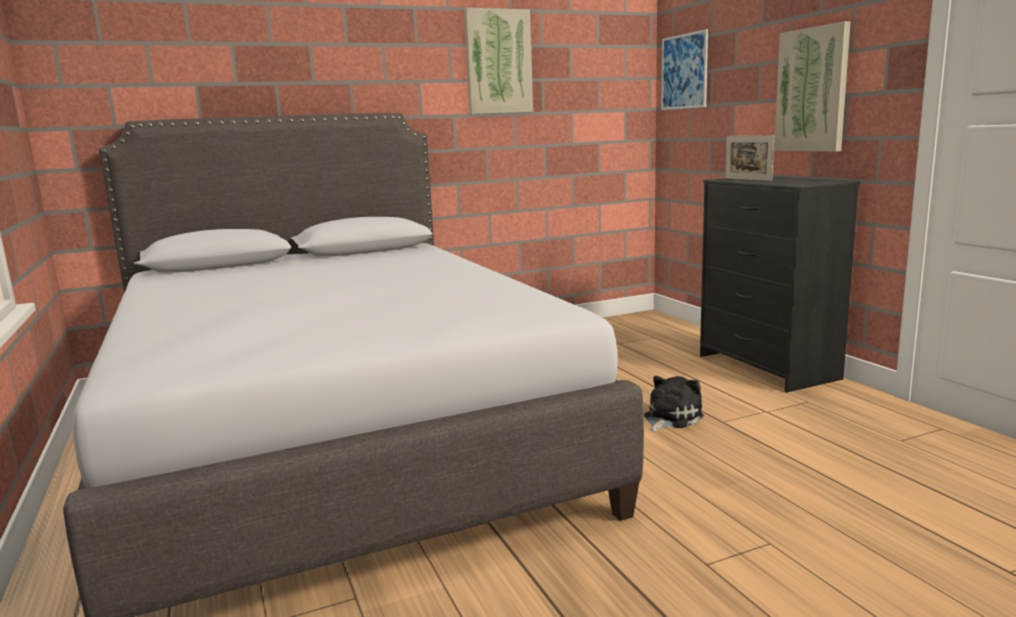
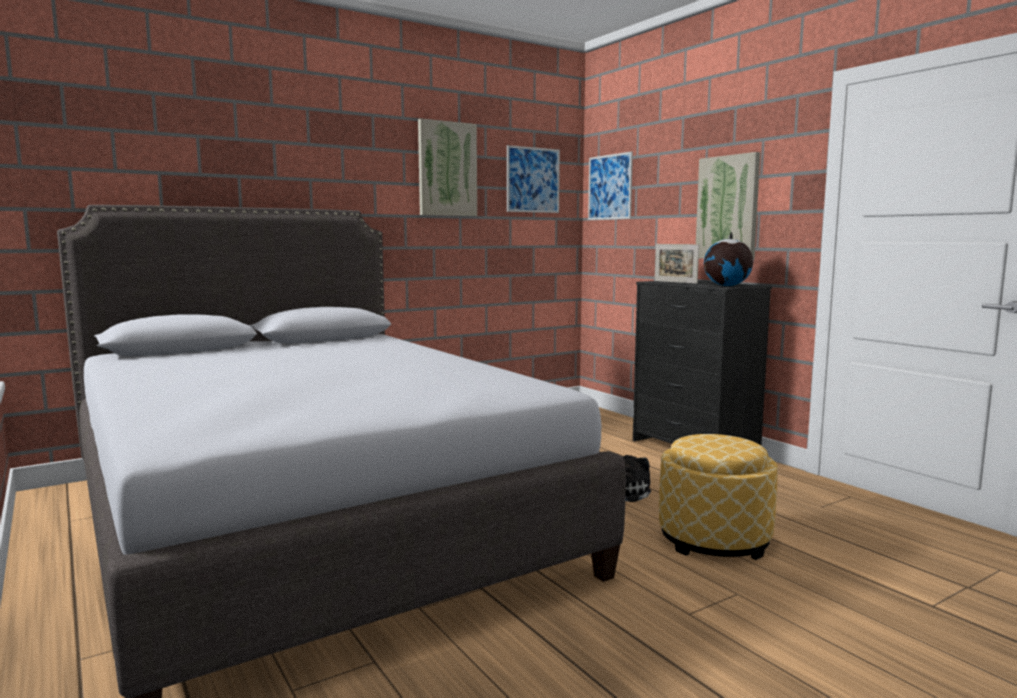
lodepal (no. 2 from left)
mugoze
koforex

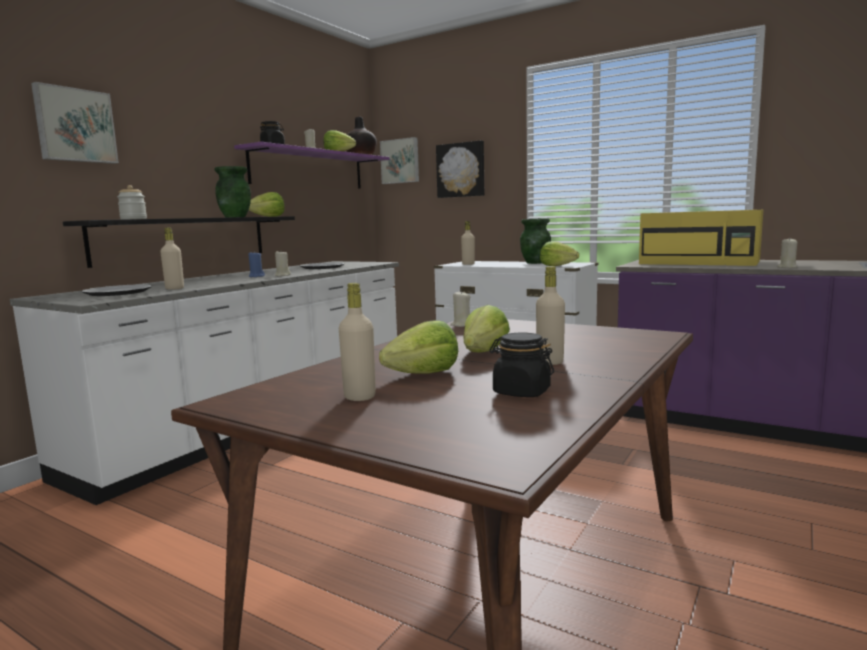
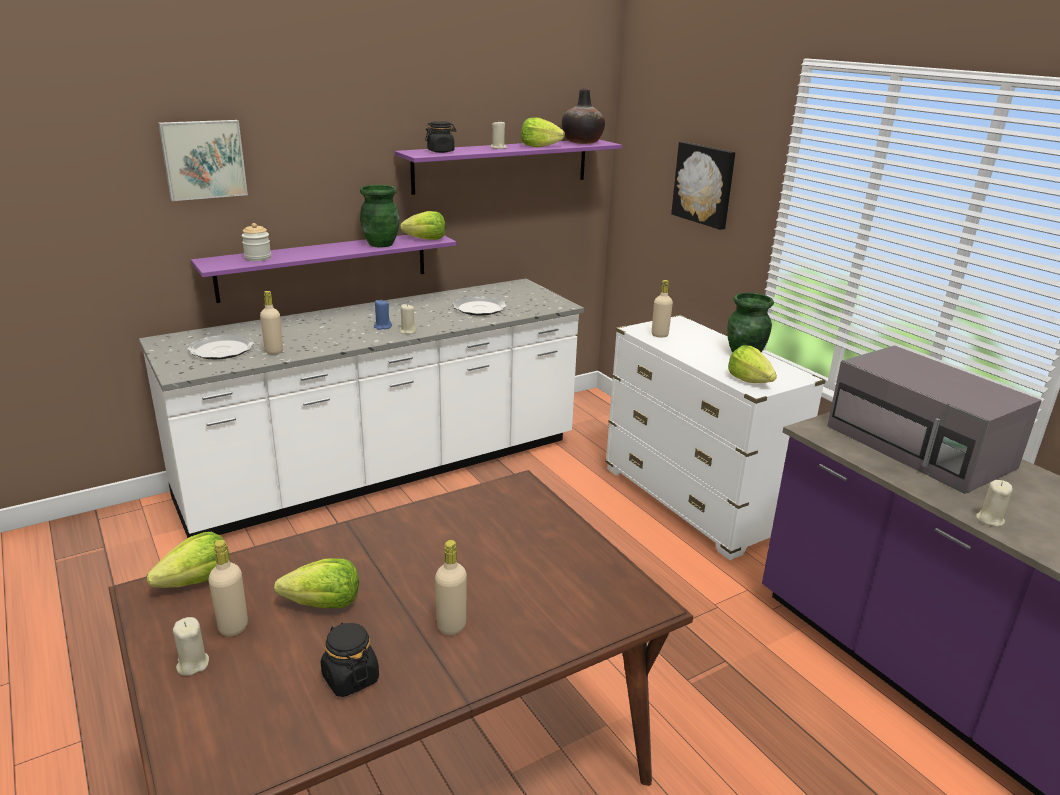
lodepal (no. 2 from left in the first image)
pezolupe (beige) (no. 1 from left)
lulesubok (no. 1 from left)
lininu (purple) (no. 1 from left)
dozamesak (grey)

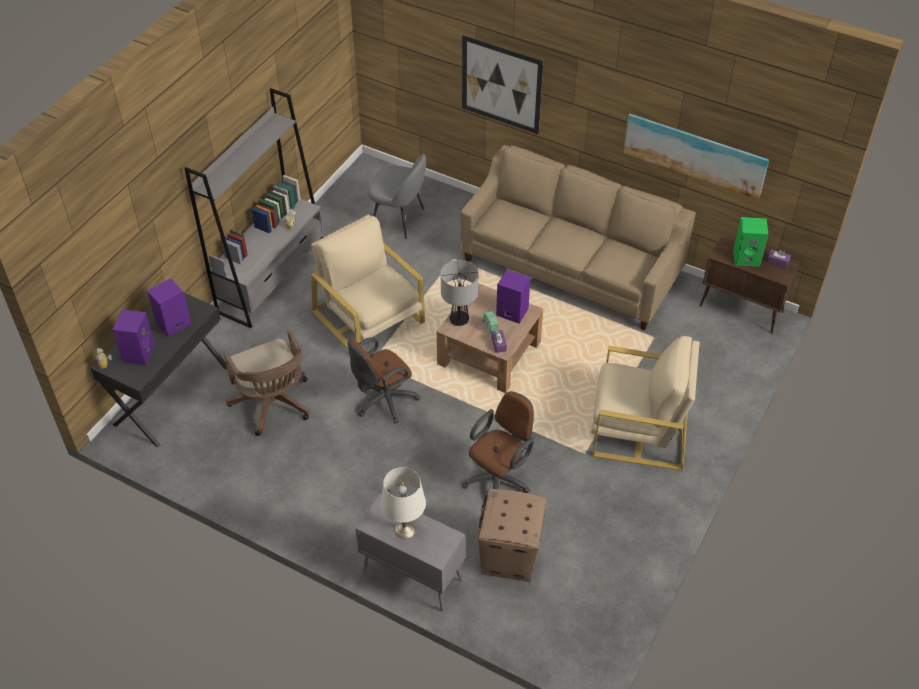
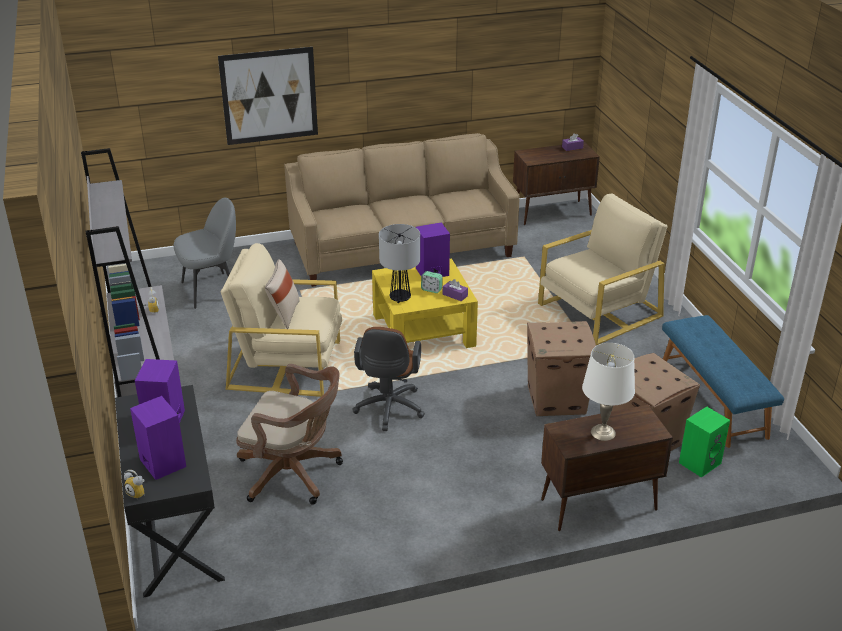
lodepal (no. 2 from left in the first image)
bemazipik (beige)
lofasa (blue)
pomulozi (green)
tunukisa (no. 1 from left)
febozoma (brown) (no. 2 from left)
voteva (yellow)

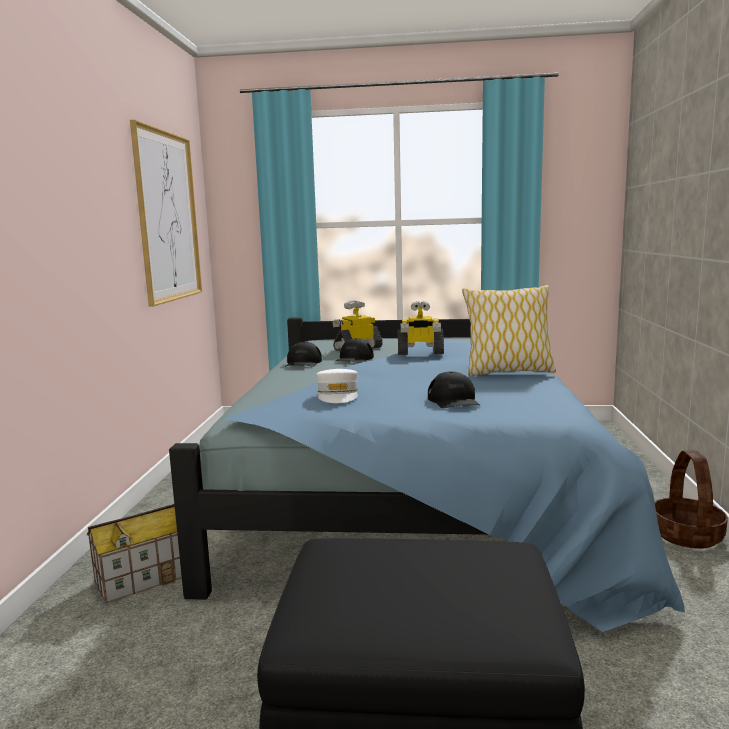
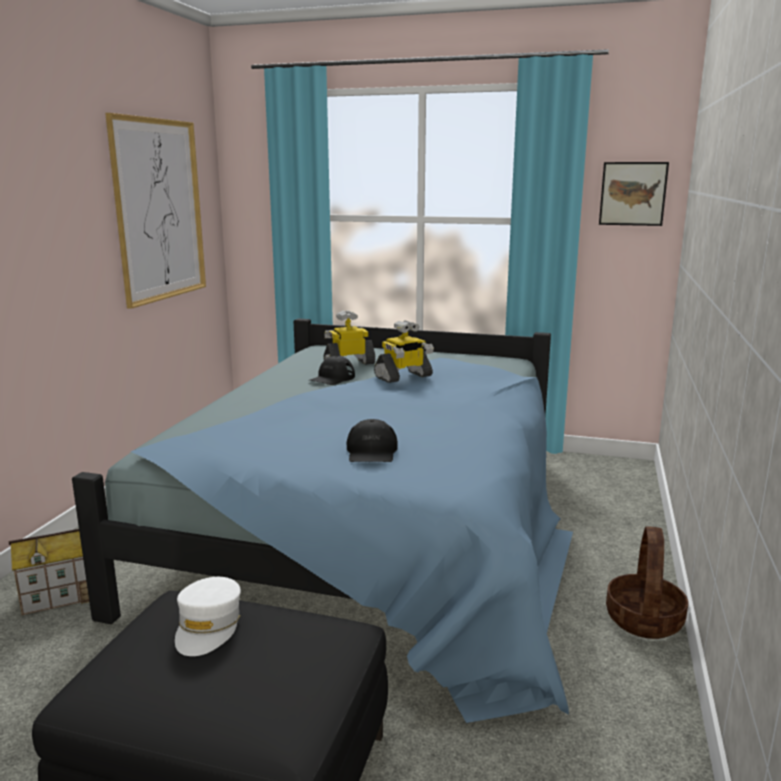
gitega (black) (no. 1 from left in the first image)
bemazipik
lodepal (no. 2 from left)
gitega (white)
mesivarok (no. 2 from left)

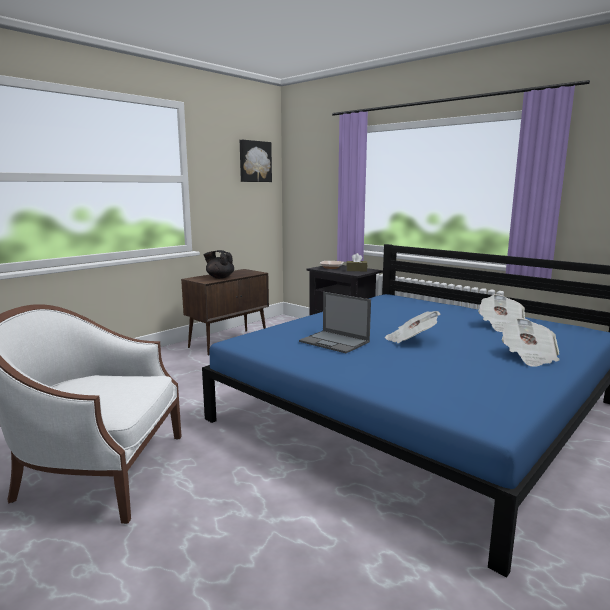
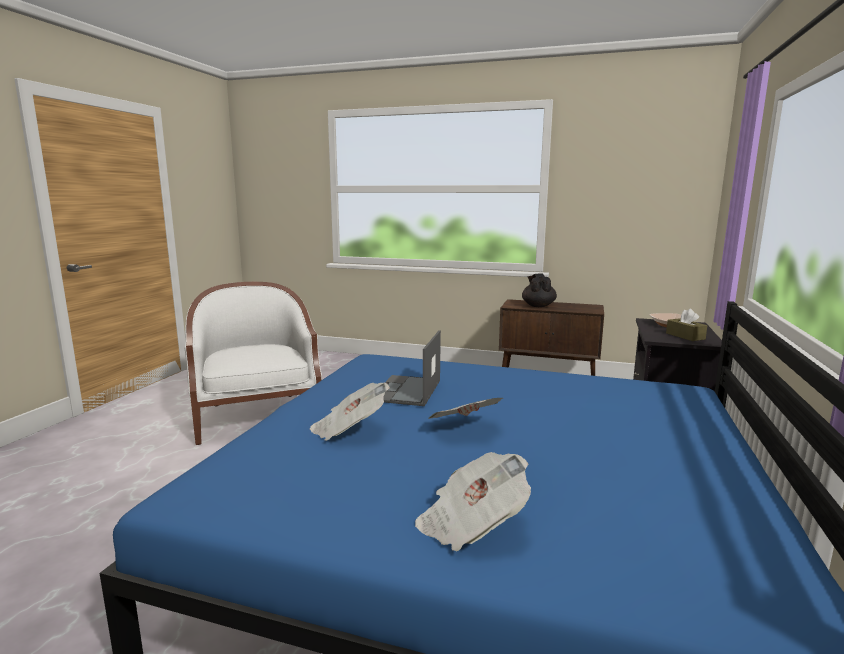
lodepal
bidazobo (no. 1 from left)

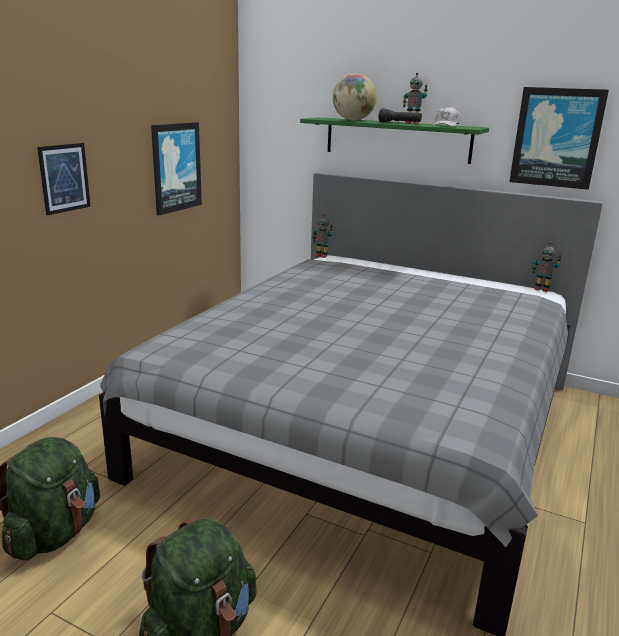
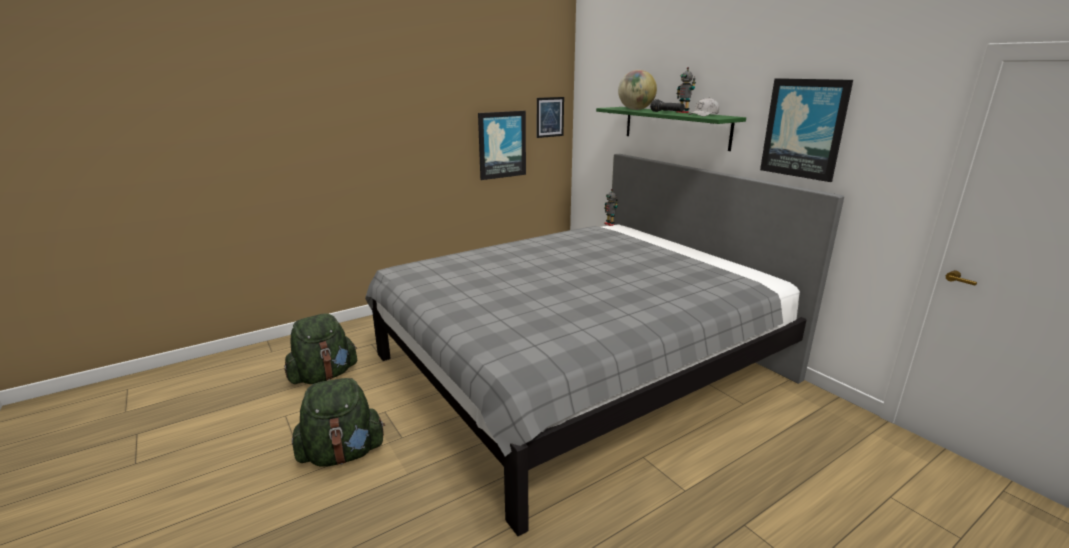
mesivarok (no. 3 from left in the first image)
lodepal (no. 2 from left)

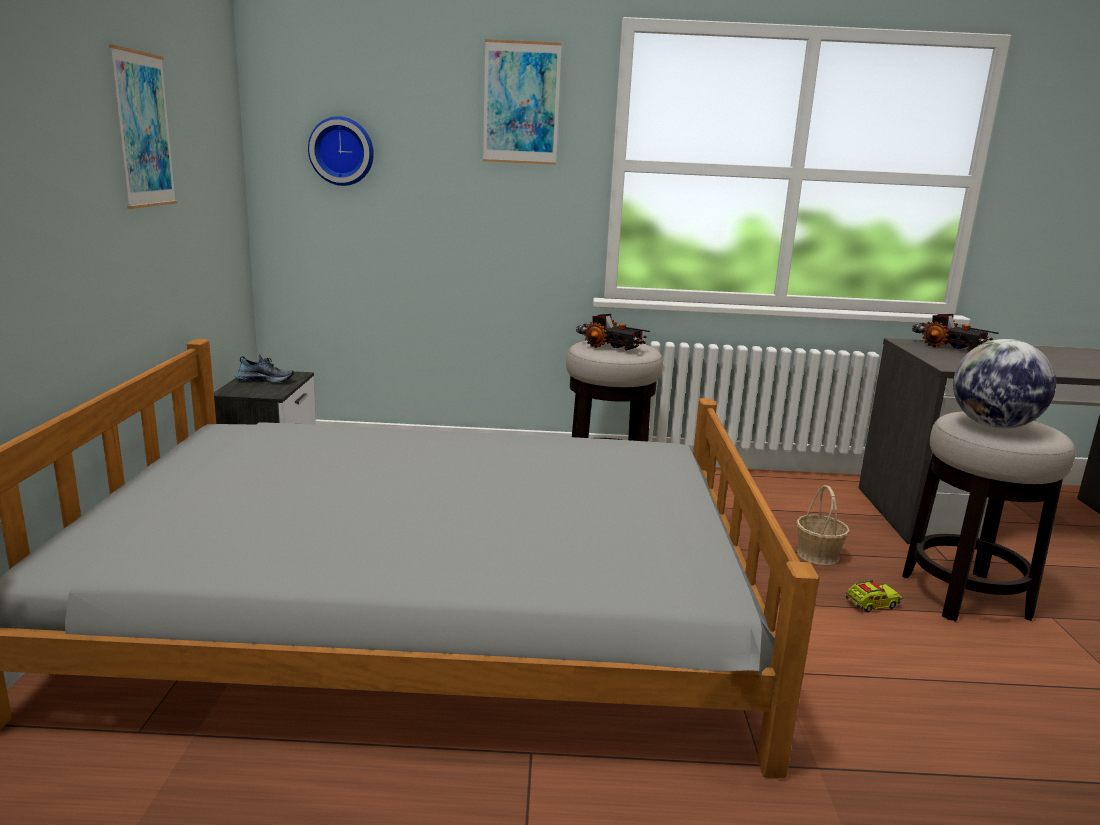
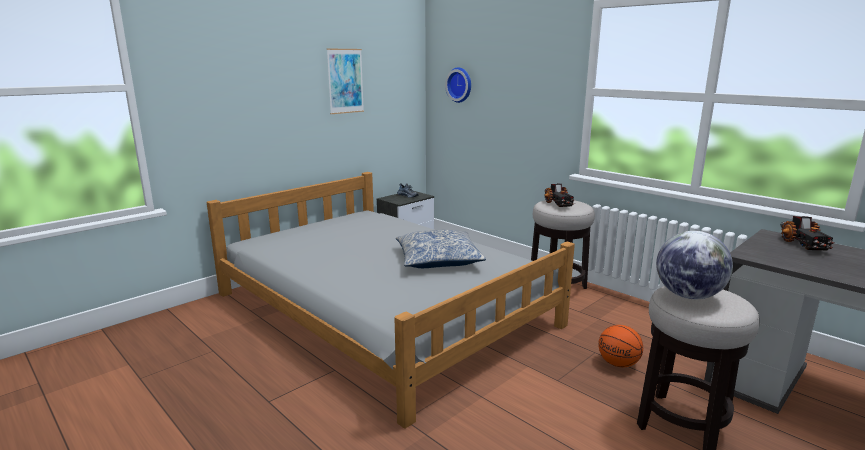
lodepal (no. 2 from left in the first image)
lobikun (no. 2 from left in the first image)
bemazipik
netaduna

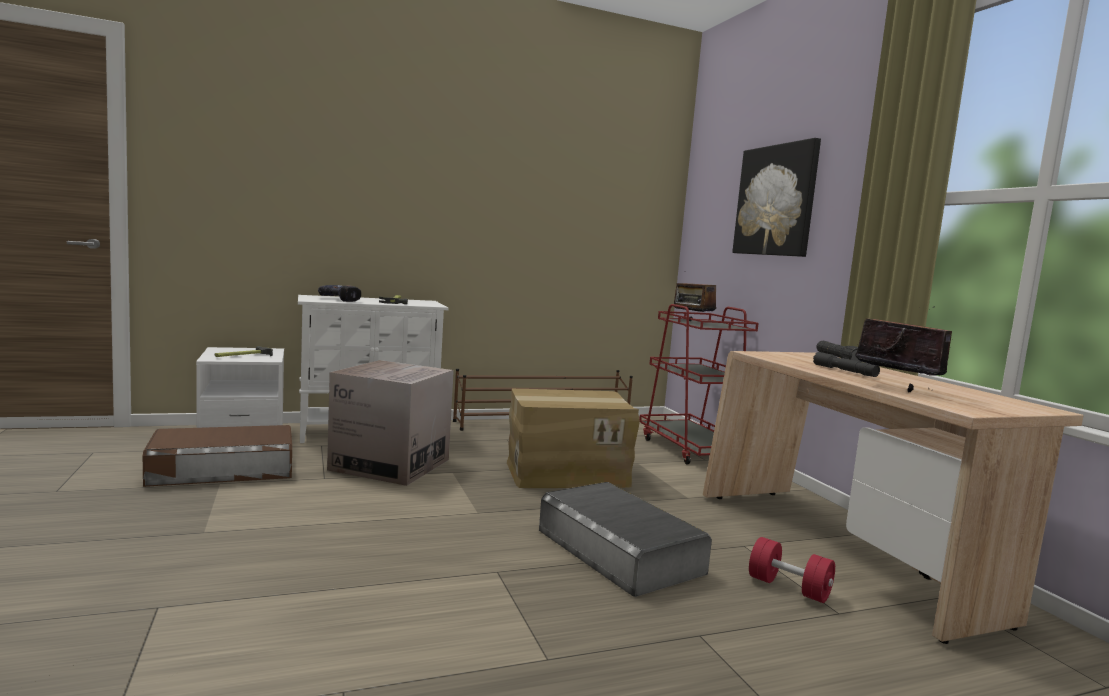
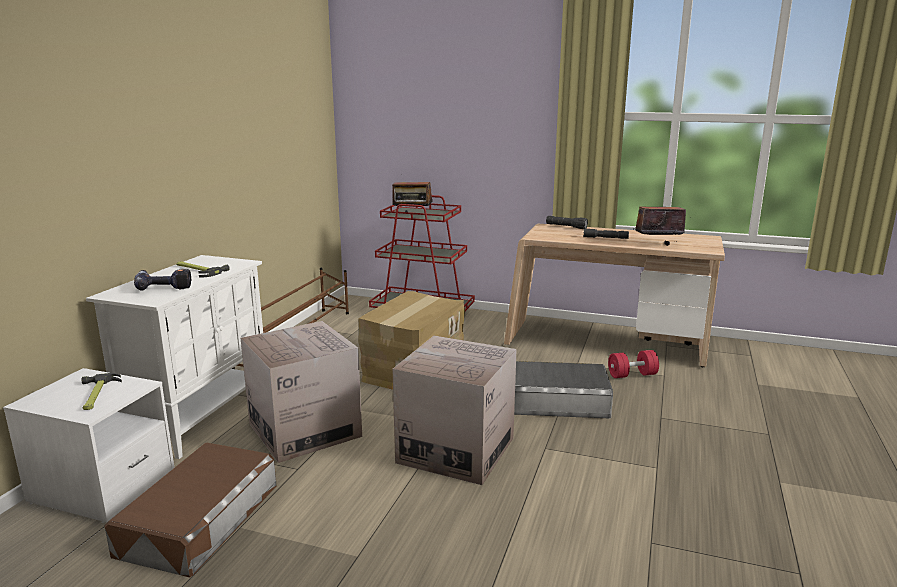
lodepal
tunukisa (no. 3 from left)

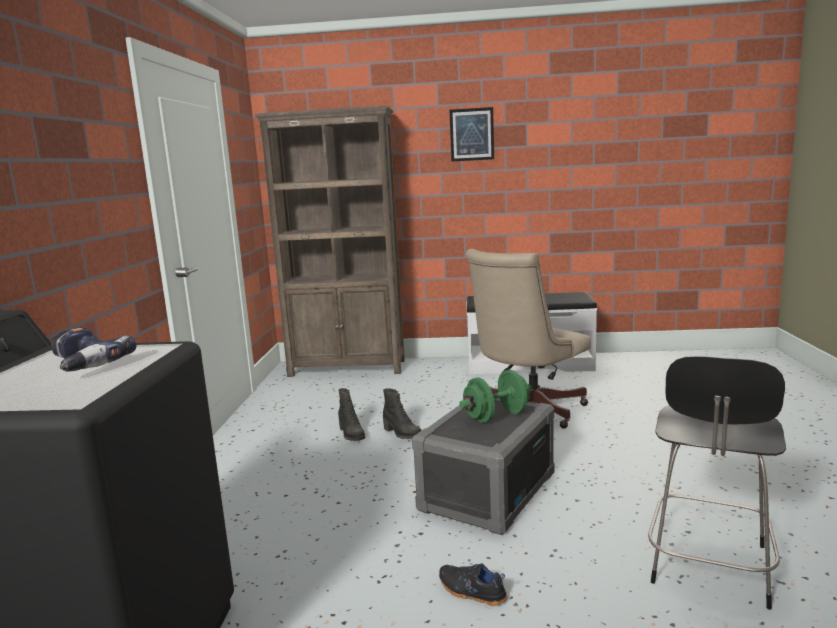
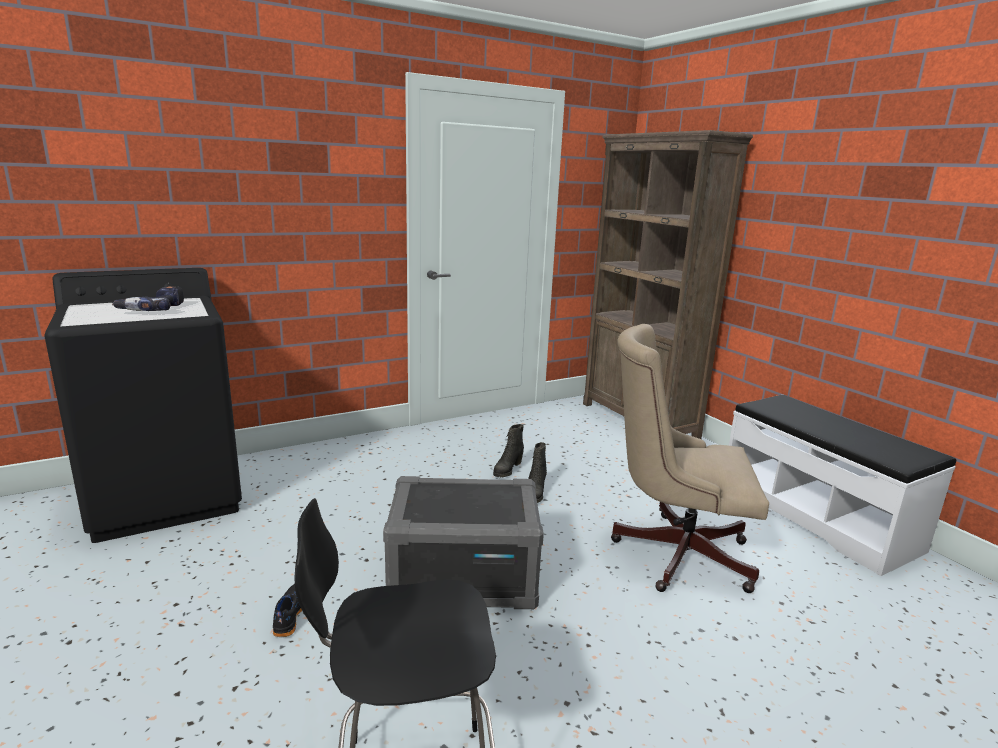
lodepal
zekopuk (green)

